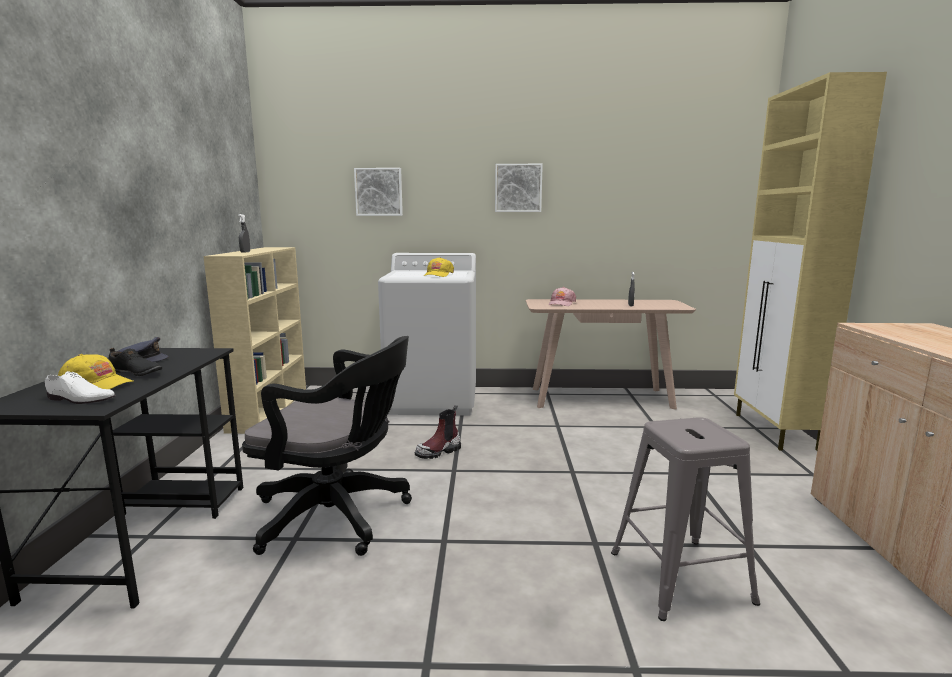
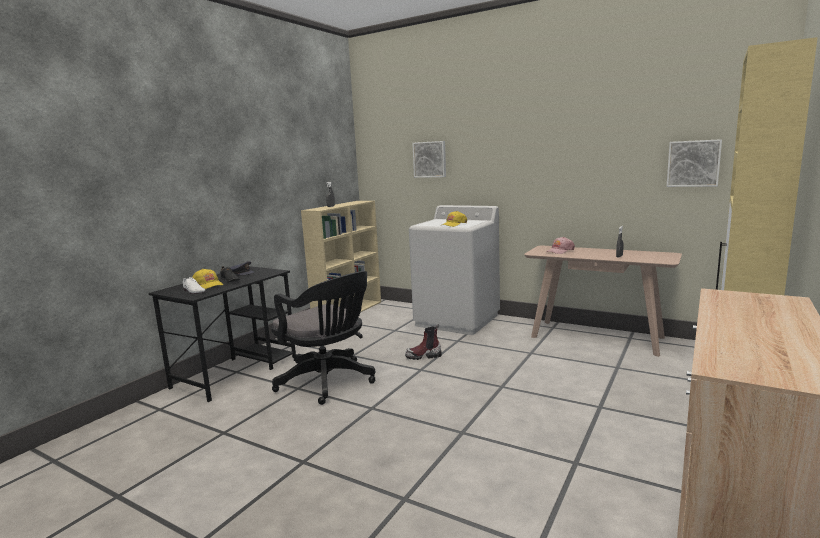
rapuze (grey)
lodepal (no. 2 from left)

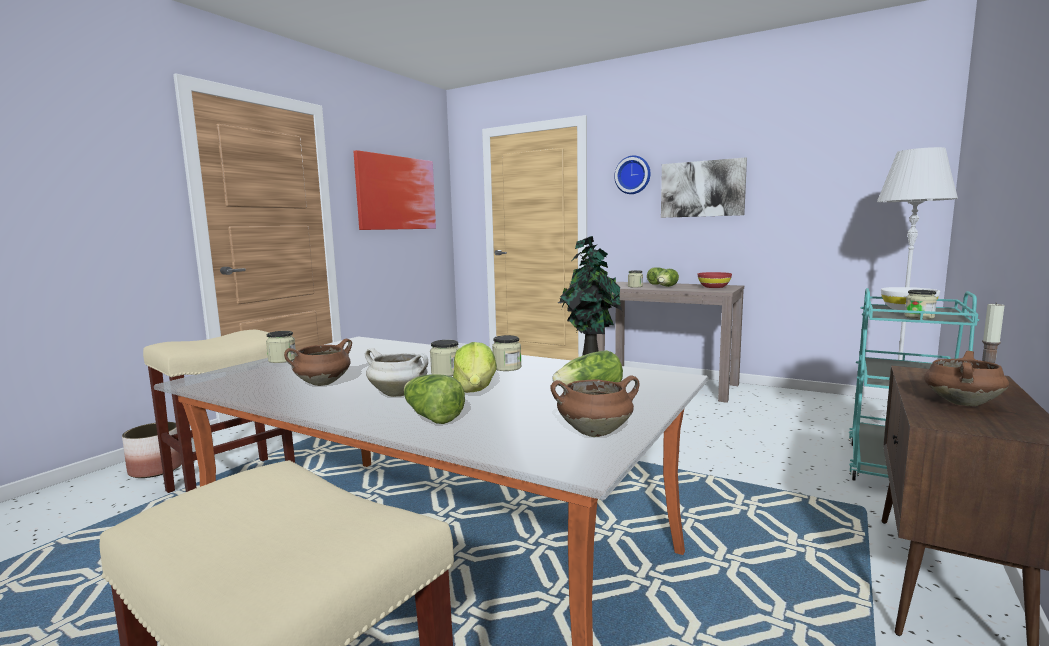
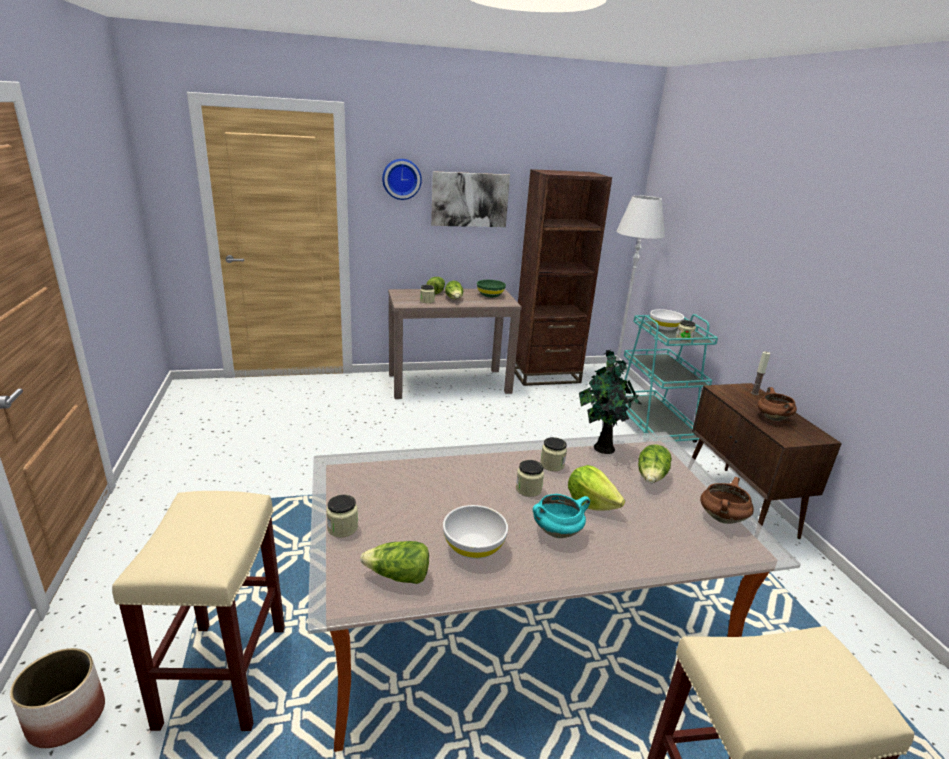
lodepal (no. 1 from left in the first image)
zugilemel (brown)
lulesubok (no. 1 from left)
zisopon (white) (no. 1 from left)
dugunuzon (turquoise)
zisopon (green)

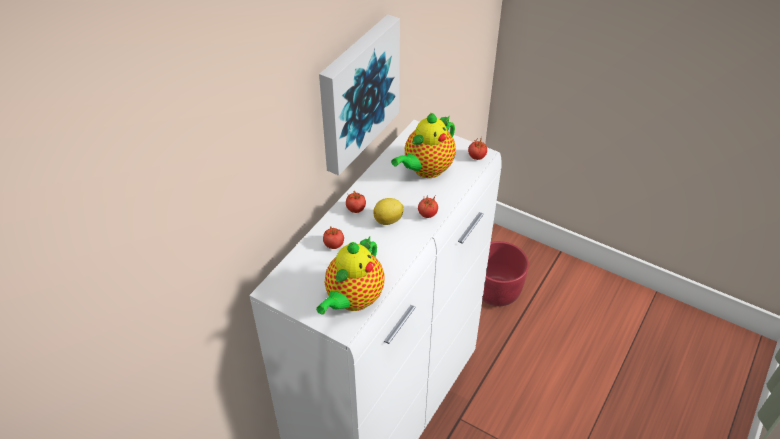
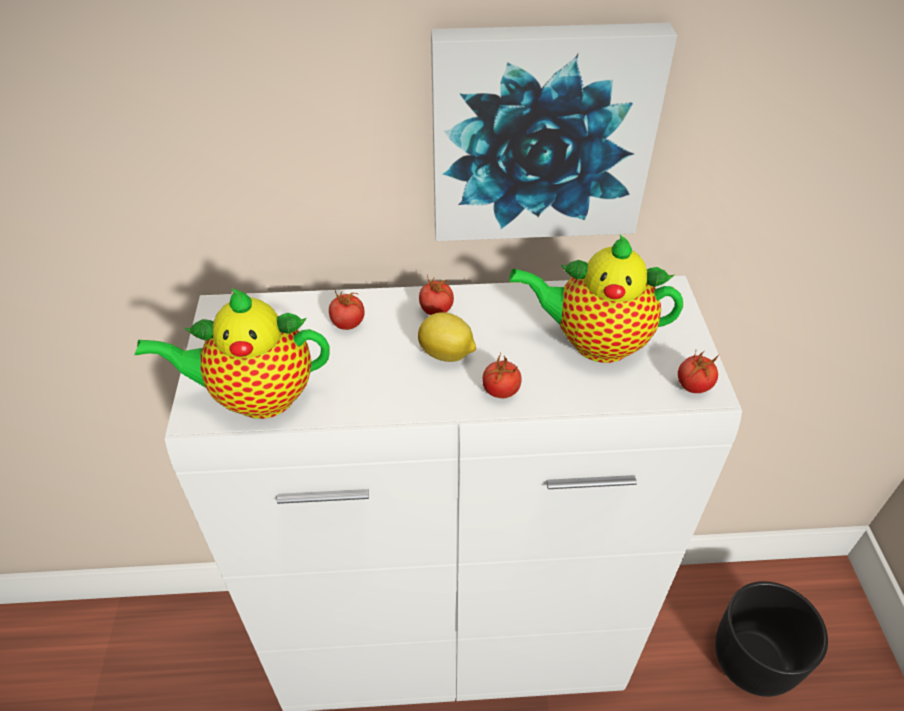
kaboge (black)

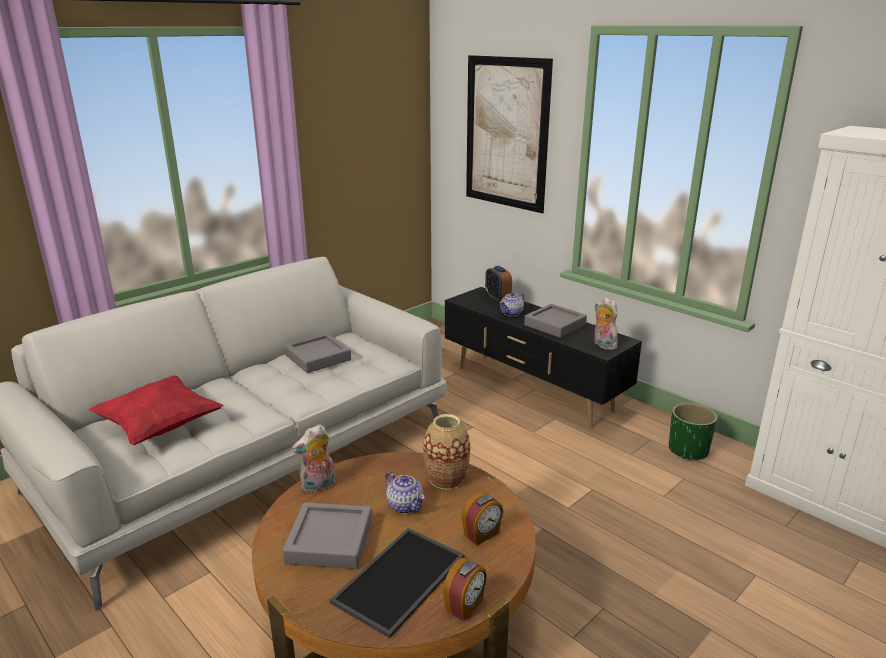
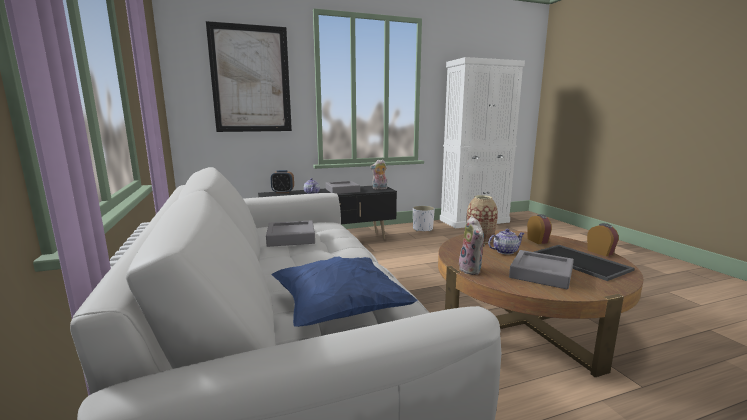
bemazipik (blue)
kaboge (white)

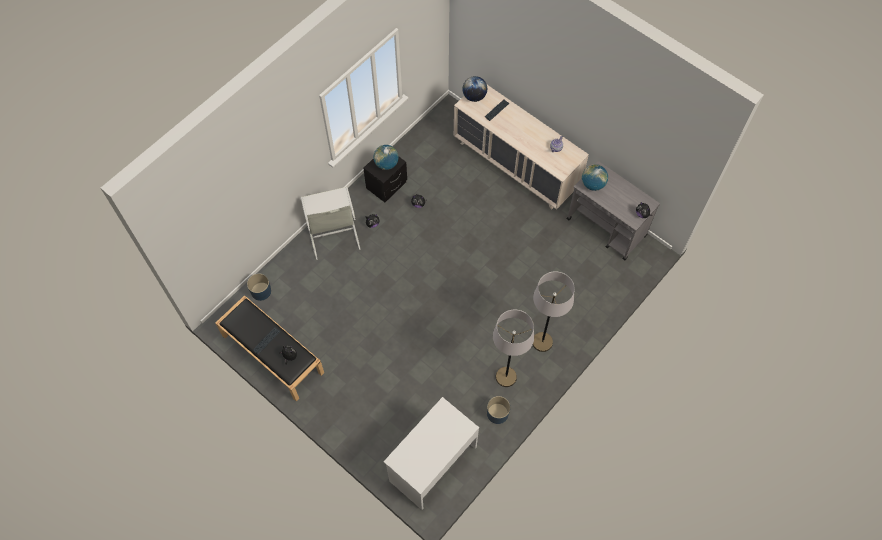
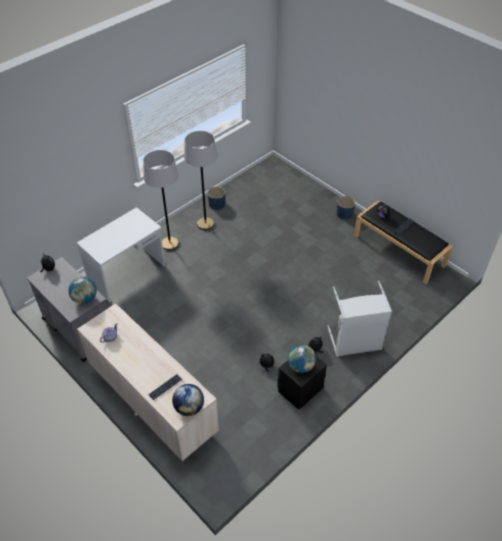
kaboge (blue) (no. 2 from left)
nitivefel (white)

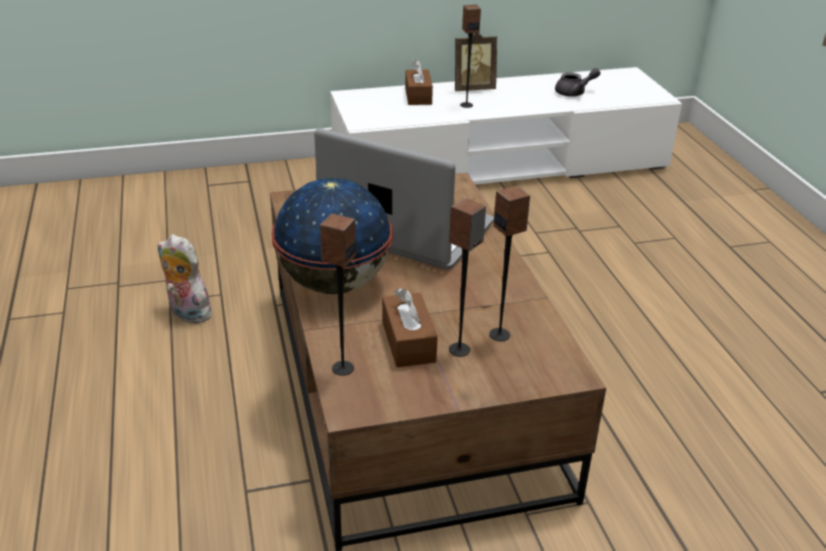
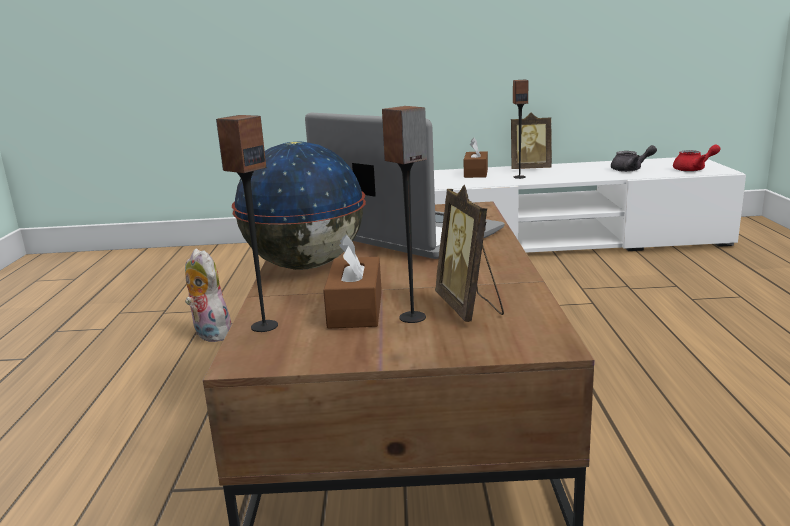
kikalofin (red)
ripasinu (no. 1 from left)

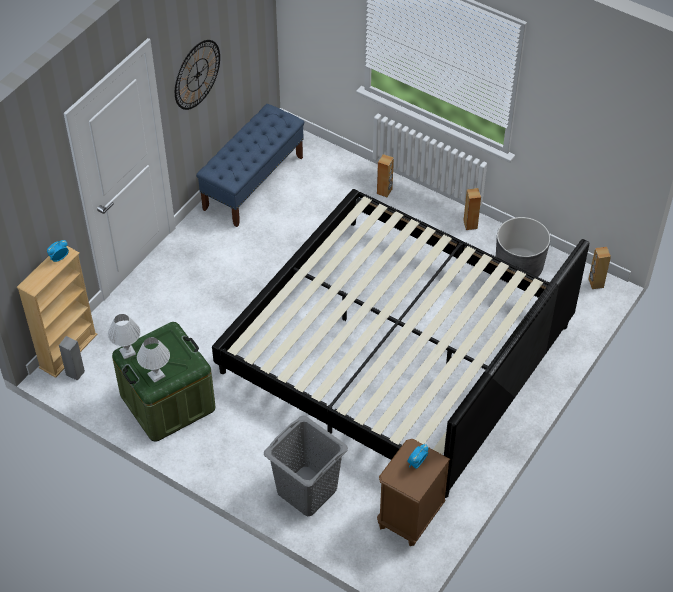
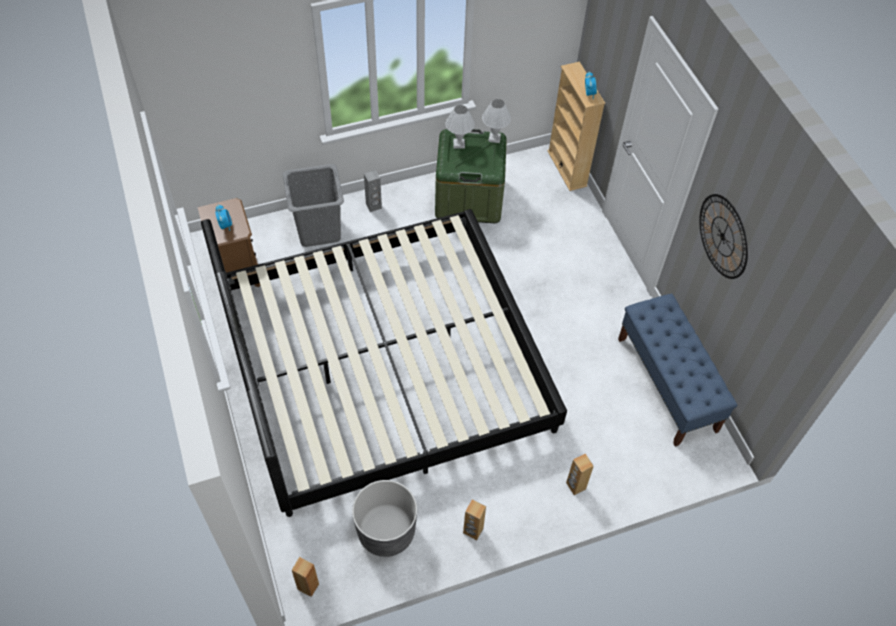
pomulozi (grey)

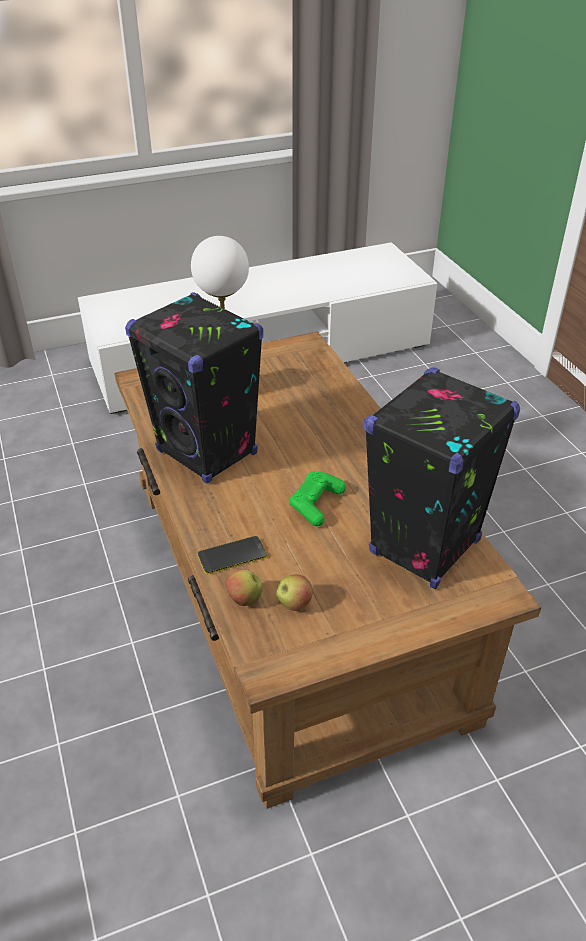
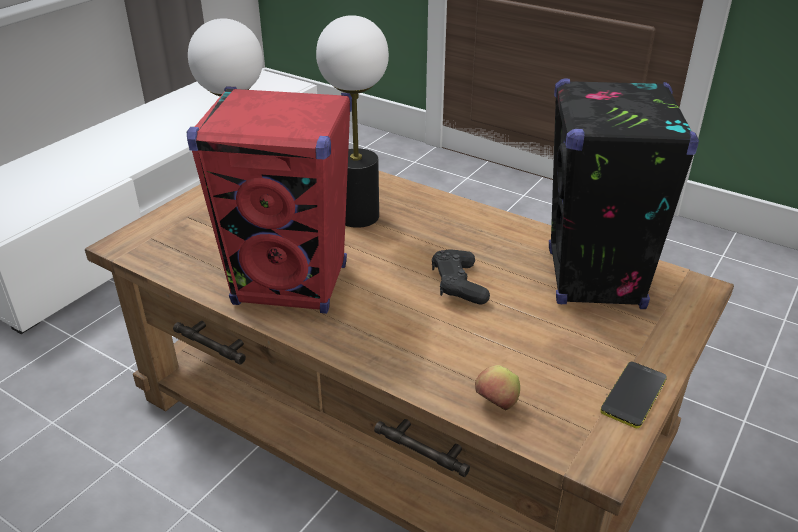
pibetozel (no. 2 from left in the first image)
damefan (no. 2 from left)
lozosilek
pomulozi (red)
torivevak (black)

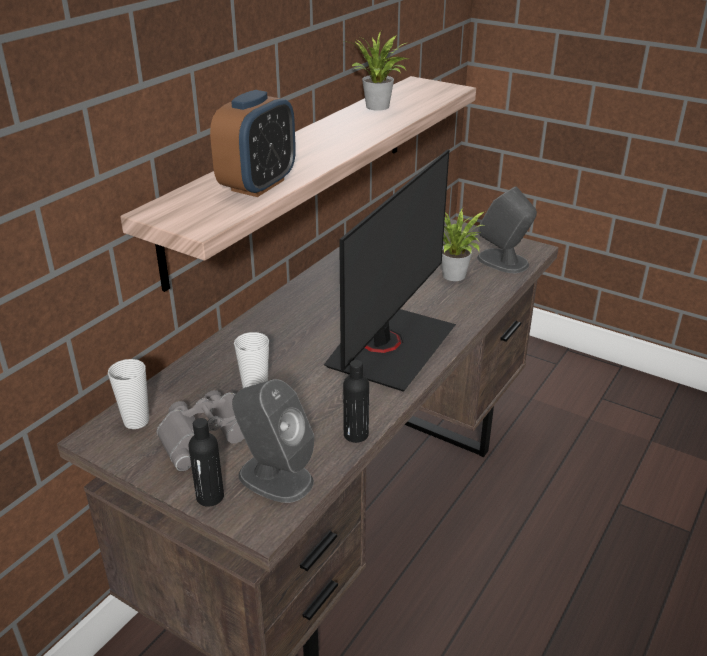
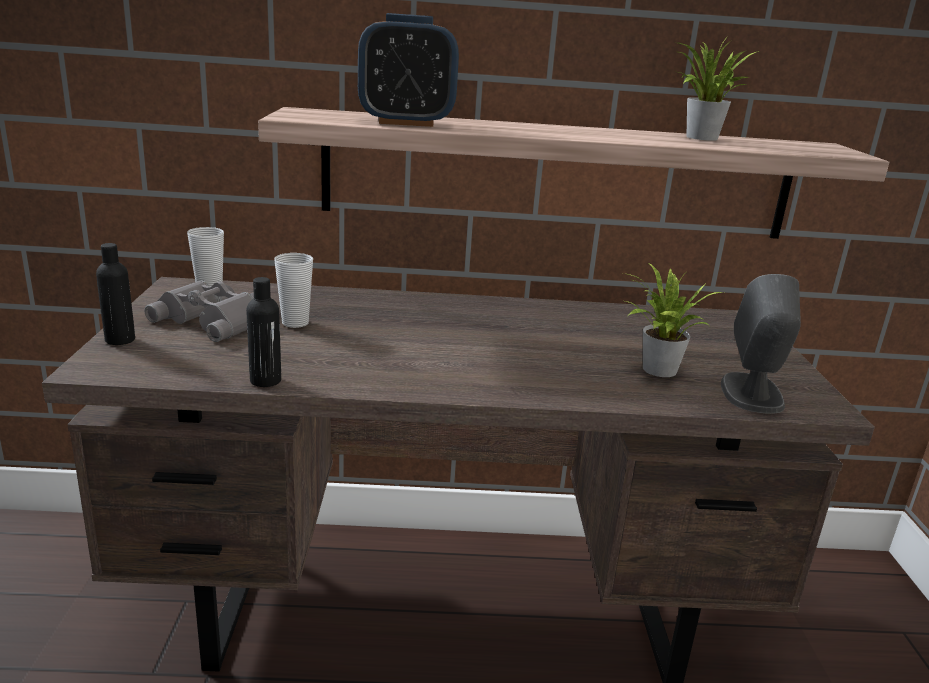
pomulozi (grey) (no. 1 from left in the first image)
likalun

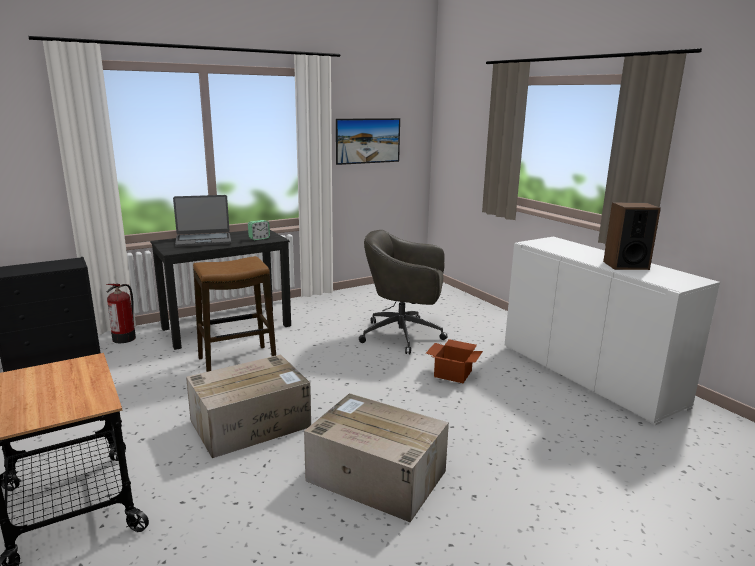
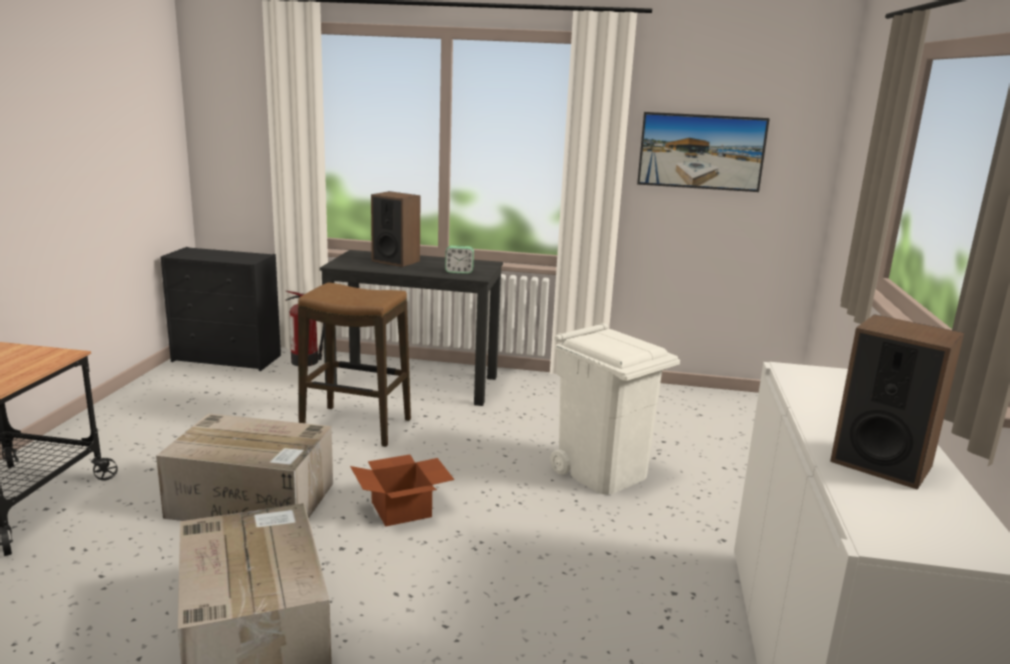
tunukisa (no. 3 from left)
pomulozi (no. 1 from left)
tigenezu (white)

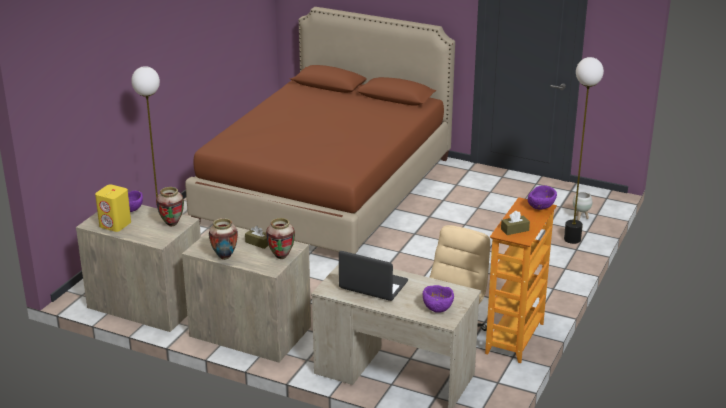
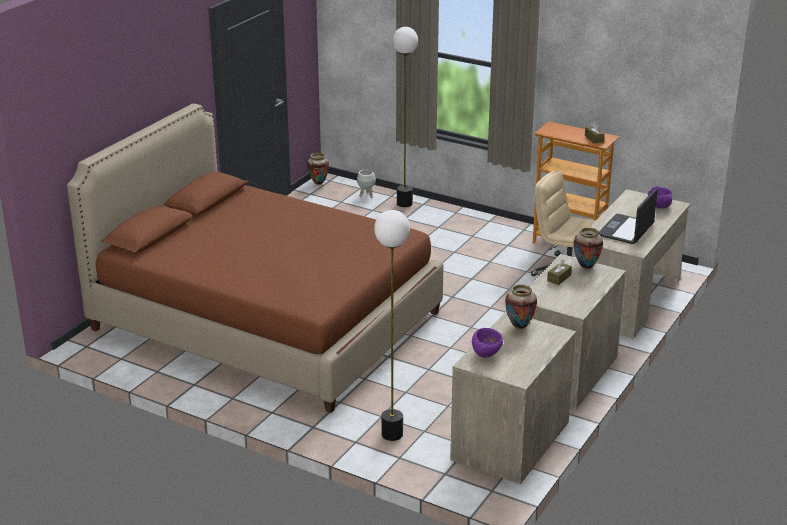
pomulozi (yellow)
zisopon (purple) (no. 3 from left in the first image)
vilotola (no. 1 from left)

